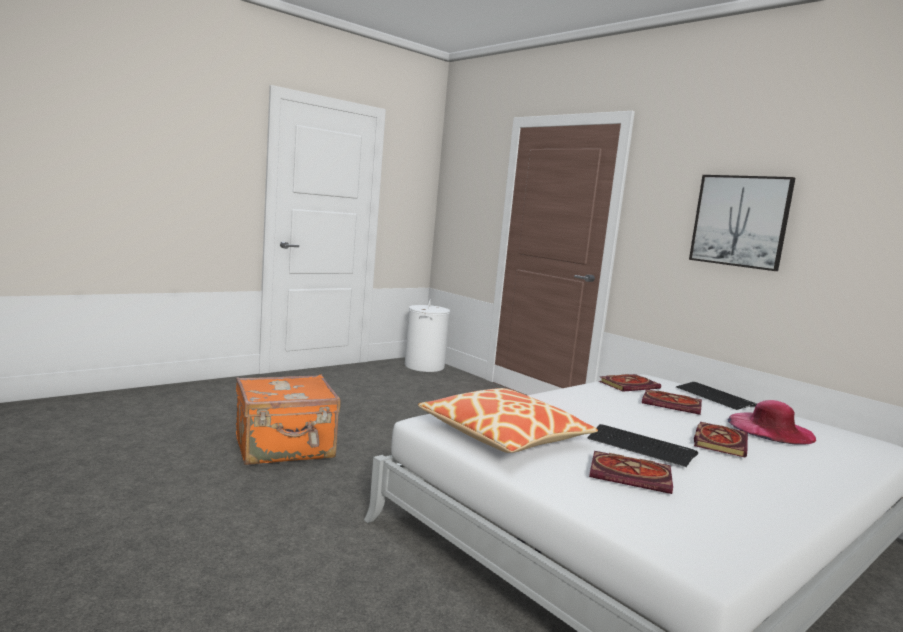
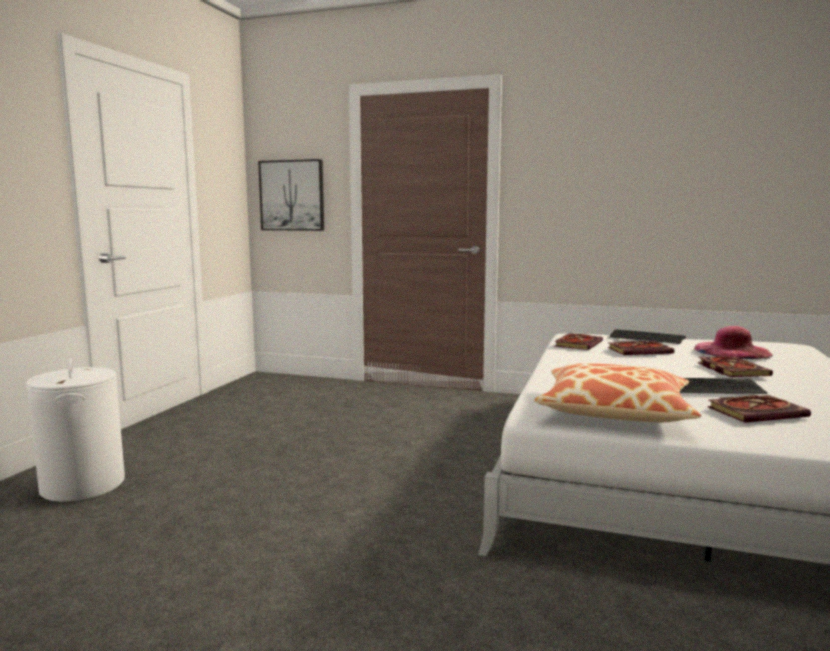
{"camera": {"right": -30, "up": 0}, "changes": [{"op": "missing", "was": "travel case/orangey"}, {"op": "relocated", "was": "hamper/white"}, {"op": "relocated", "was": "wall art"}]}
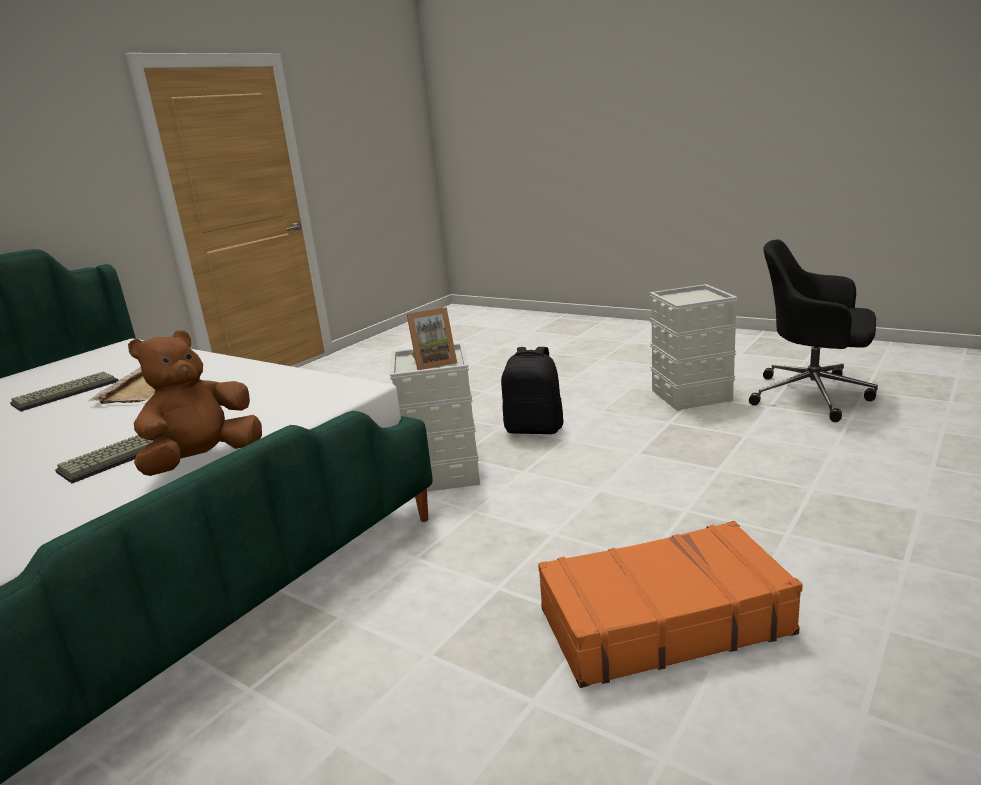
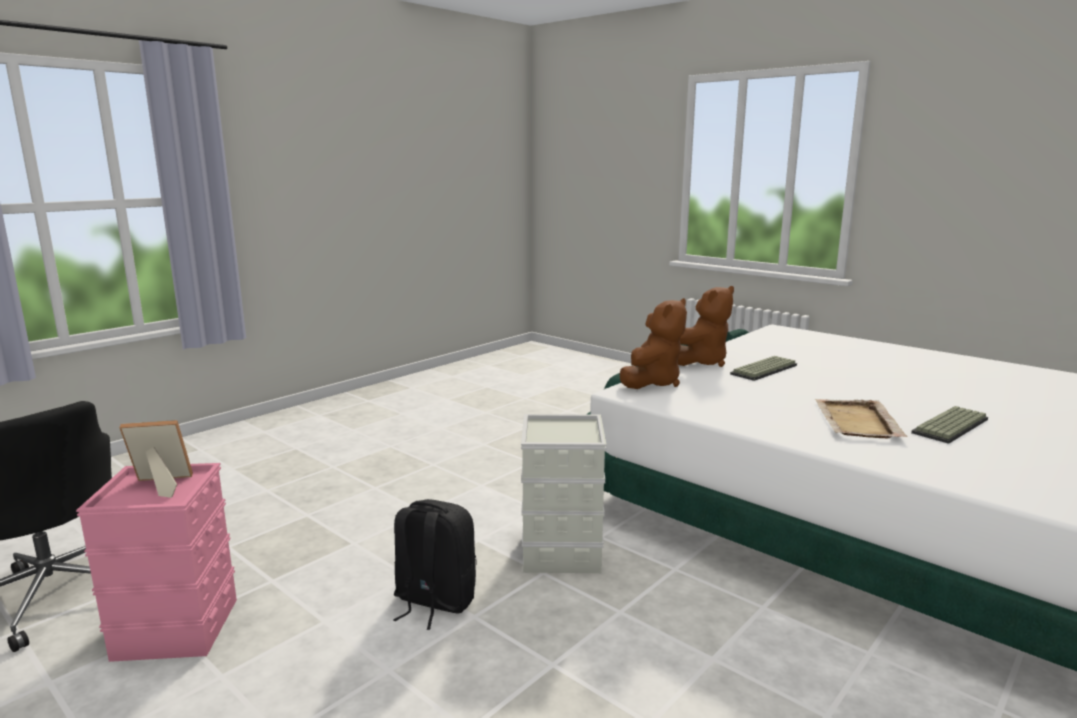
{"camera": {"right": -175, "up": -5}, "changes": [{"op": "relocated", "was": "picture frame"}, {"op": "missing", "was": "travel case/orangey"}, {"op": "colour", "was": "storage bin/gray (no. 2 from left)", "now": "storage bin/pink"}, {"op": "appeared", "now": "cuddly toy/brown-coloured (no. 1 from left)"}]}
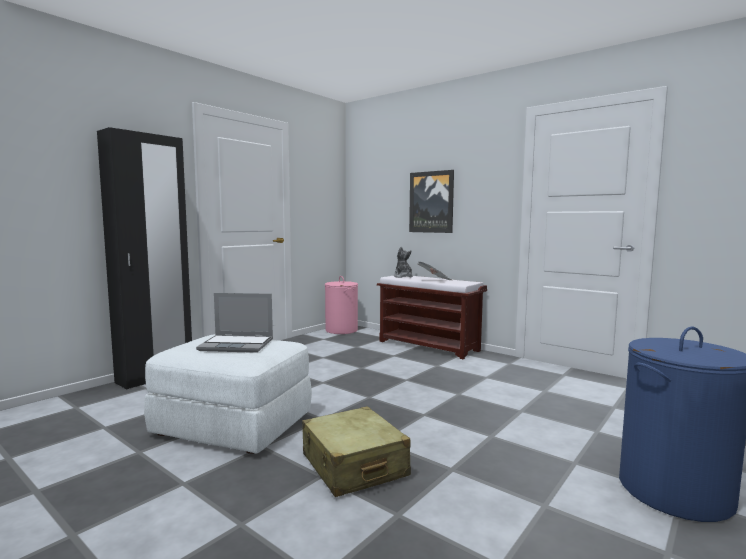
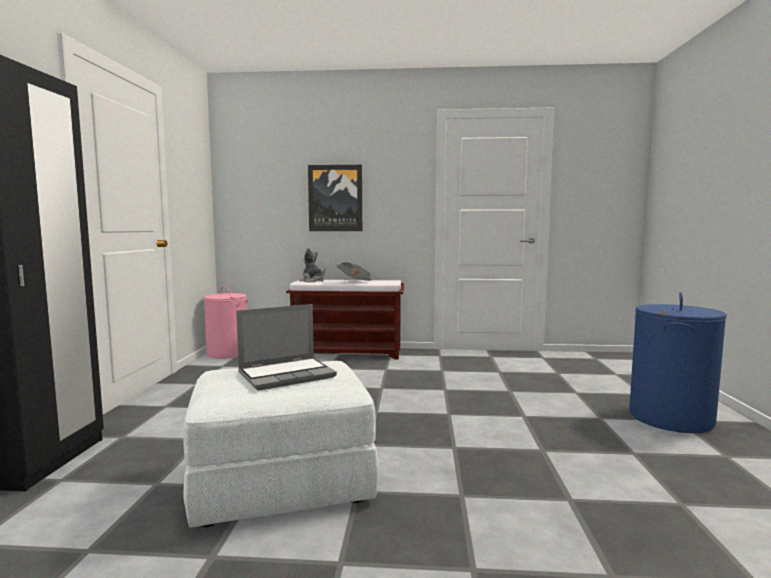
{"camera": {"right": -35, "up": 0}, "changes": [{"op": "missing", "was": "travel case/beige"}]}
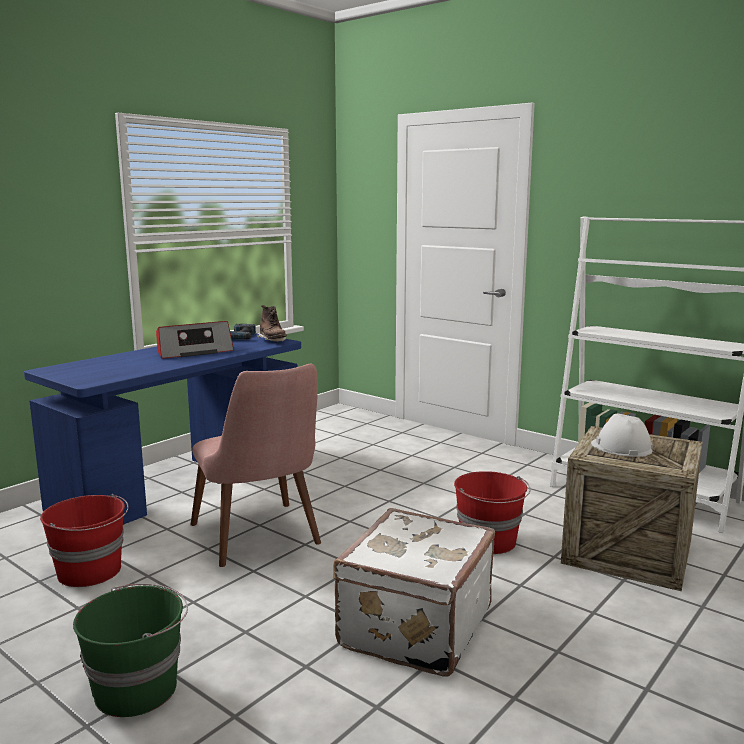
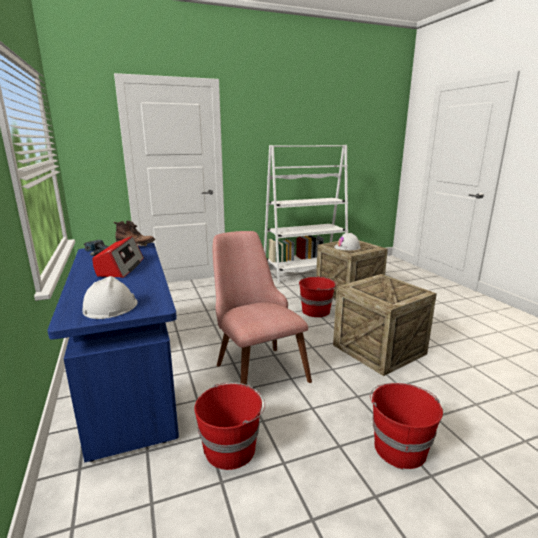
{"camera": {"right": -60, "up": 5}, "changes": [{"op": "colour", "was": "water bucket/greenish", "now": "water bucket/red (no. 3 from left)"}, {"op": "spun", "was": "plain chair/pink", "clockwise": -120}, {"op": "exchanged", "was": "travel case/white", "now": "packing crate (no. 2 from left)"}, {"op": "appeared", "now": "work helmet/white (no. 1 from left)"}]}
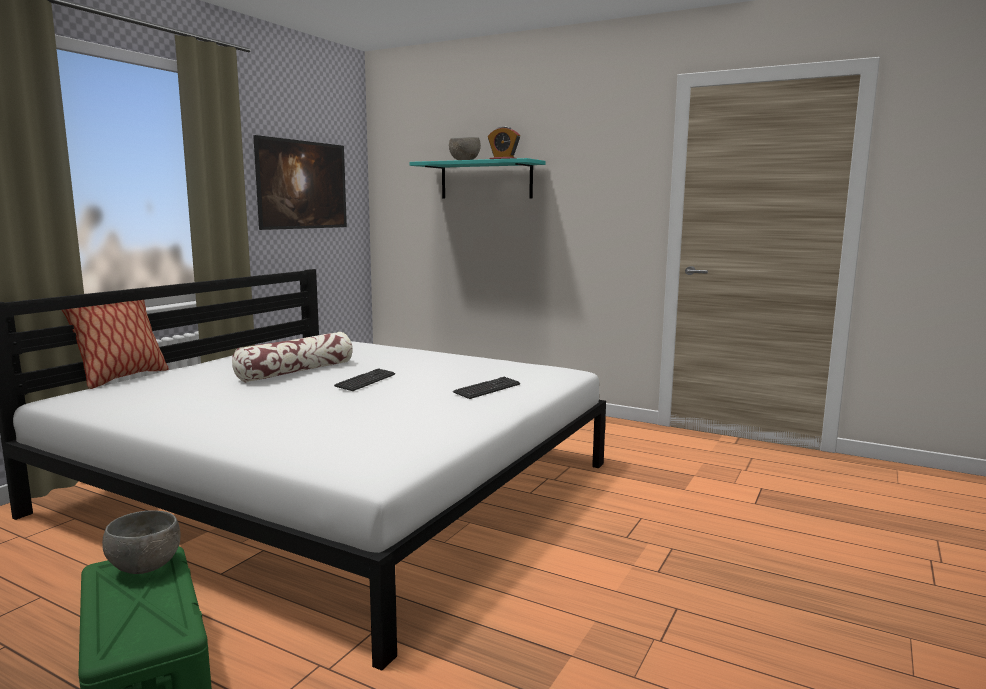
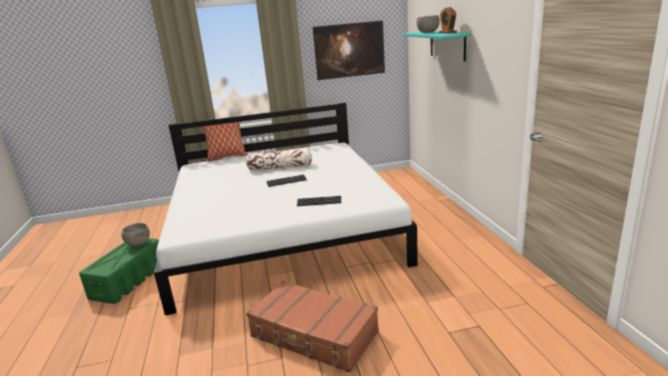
{"camera": {"right": 50, "up": 10}, "changes": [{"op": "appeared", "now": "travel case/brown-coloured"}]}
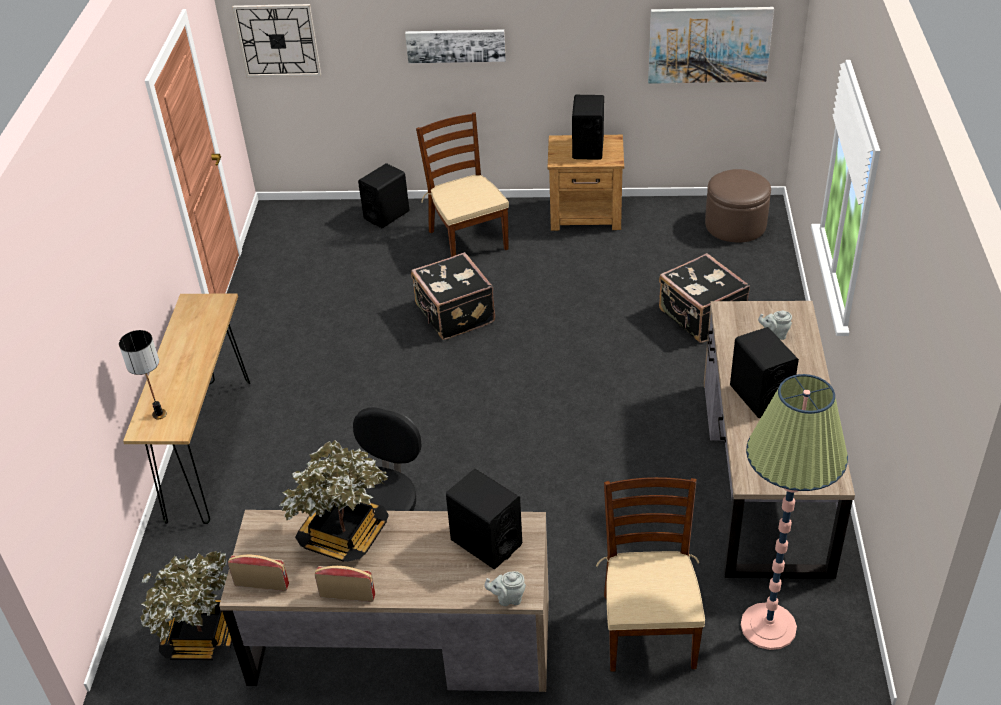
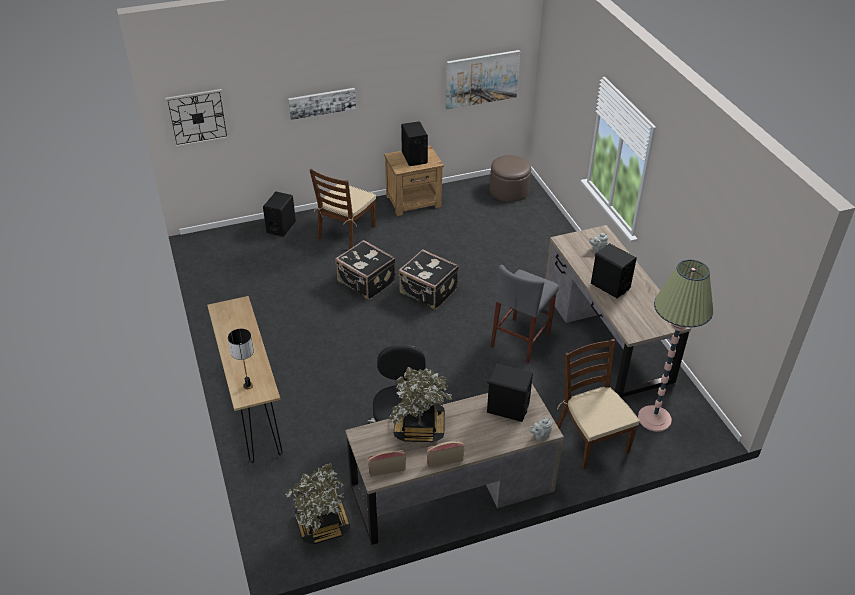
{"camera": {"right": -25, "up": 0}, "changes": [{"op": "spun", "was": "plain chair/brown-coloured (no. 1 from left)", "clockwise": -105}, {"op": "relocated", "was": "travel case/black-coloured (no. 2 from left)"}, {"op": "appeared", "now": "sitting stool/gray"}]}
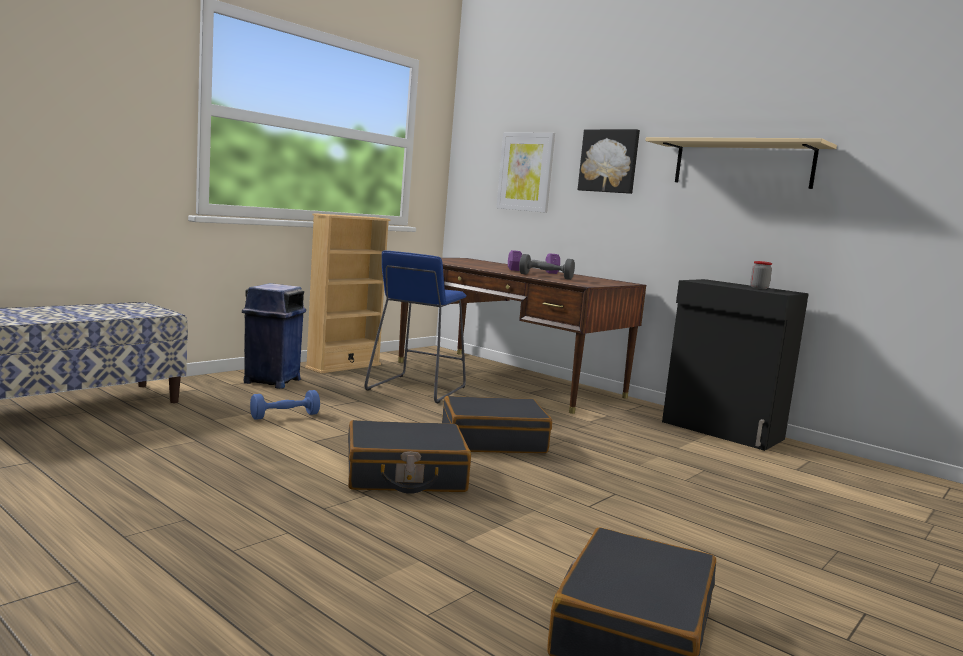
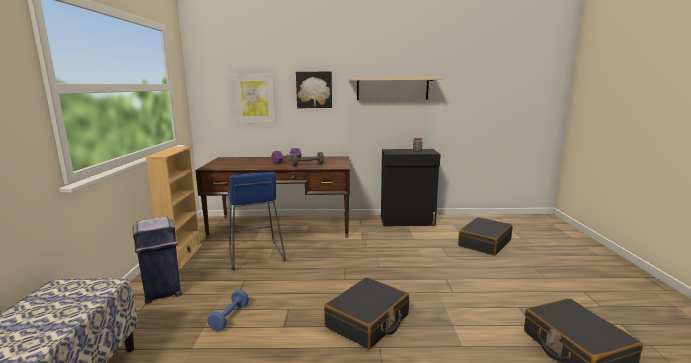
{"camera": {"right": -40, "up": 5}, "changes": [{"op": "relocated", "was": "travel case/black-coloured (no. 2 from left)"}]}
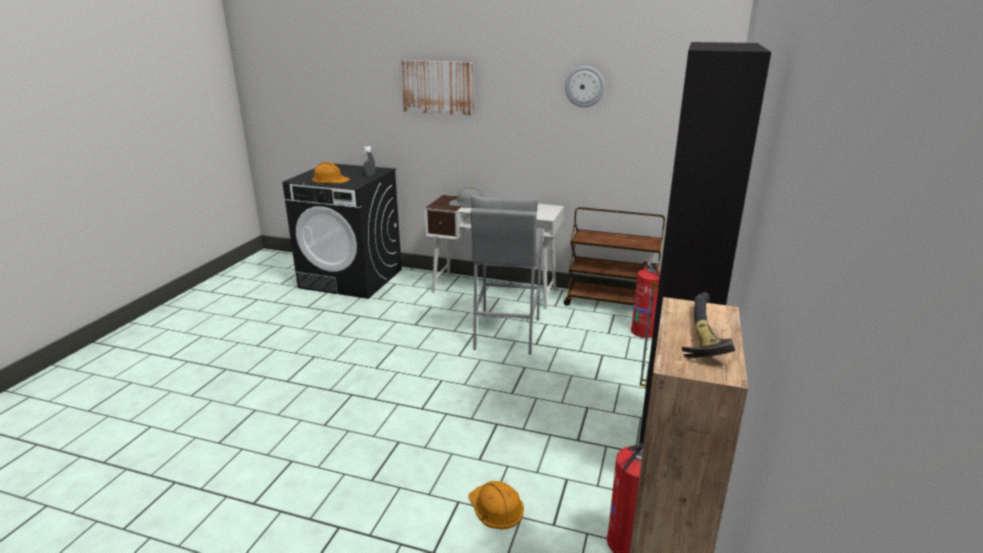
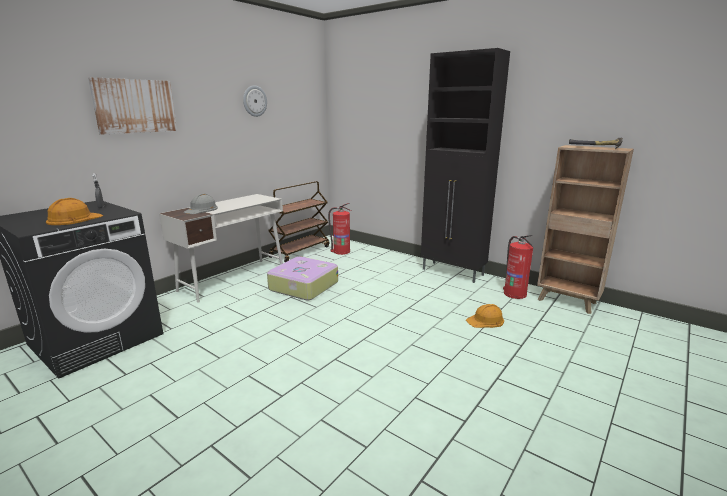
{"camera": {"right": -70, "up": -5}, "changes": [{"op": "exchanged", "was": "sitting stool/gray", "now": "travel case"}]}
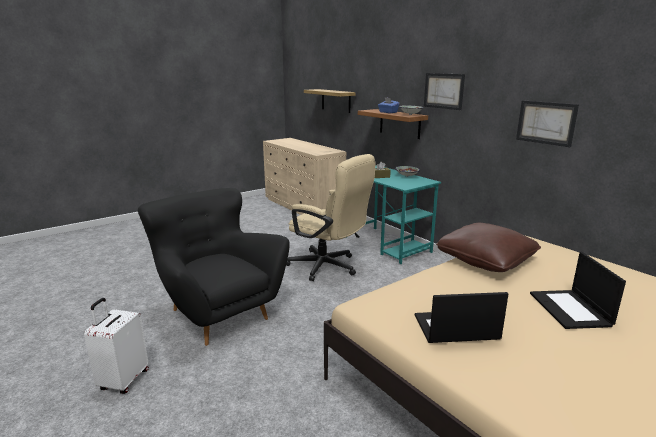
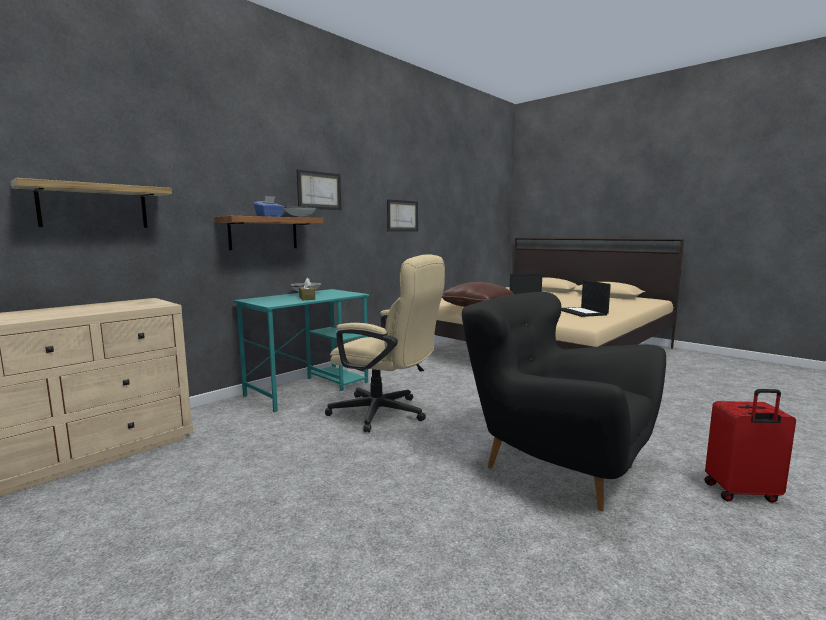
{"camera": {"right": -100, "up": -10}, "changes": [{"op": "colour", "was": "travel case/white", "now": "travel case/red"}, {"op": "spun", "was": "easy chair/black-coloured", "clockwise": 90}, {"op": "spun", "was": "desk chair/beige", "clockwise": 90}]}
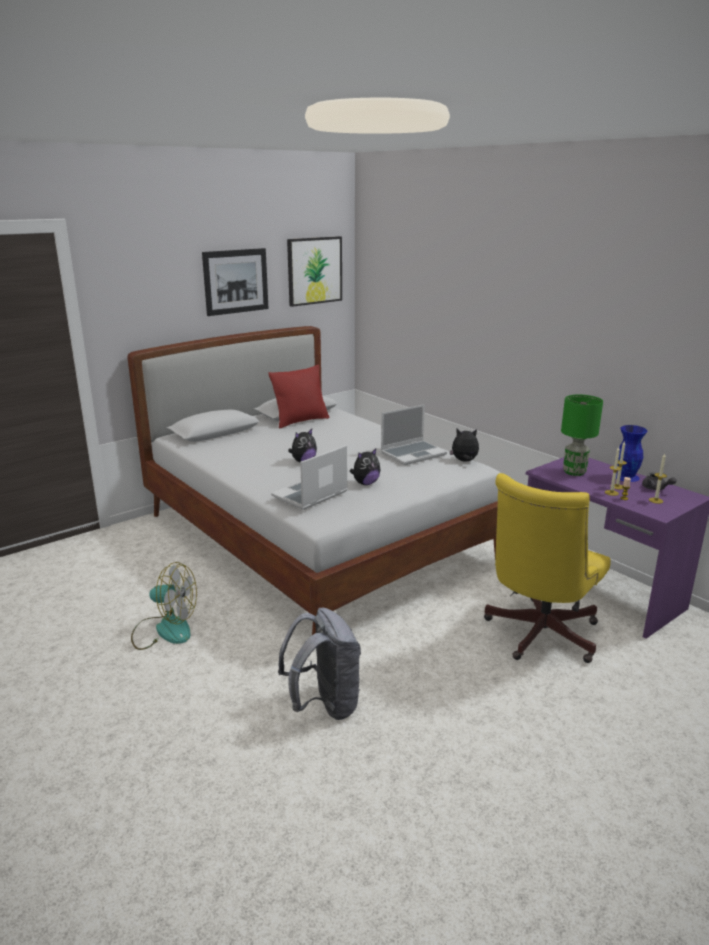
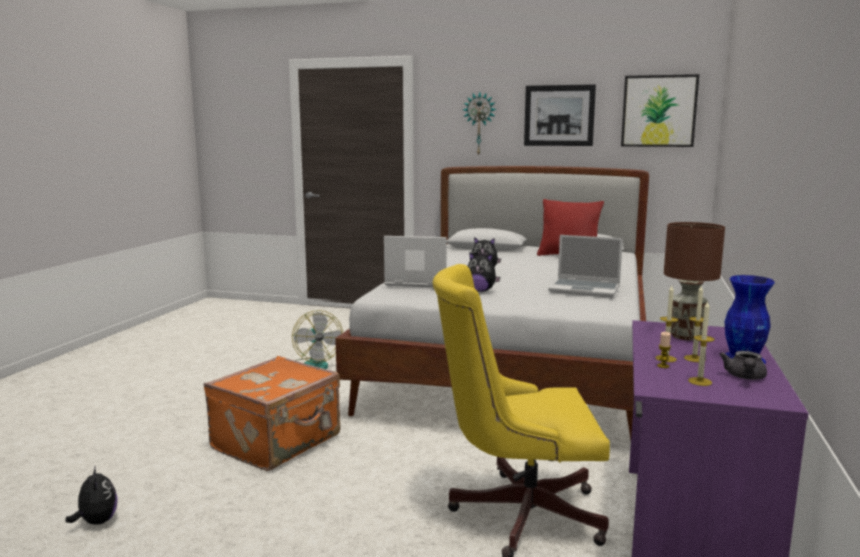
{"camera": {"right": 55, "up": -10}, "changes": [{"op": "exchanged", "was": "rucksack/gray", "now": "travel case/orangey"}, {"op": "relocated", "was": "cuddly toy (no. 3 from left in the first image)", "now": "cuddly toy (no. 1 from left)"}, {"op": "colour", "was": "table lamp/greenish", "now": "table lamp/brown-coloured"}, {"op": "appeared", "now": "clock on the wall"}]}
